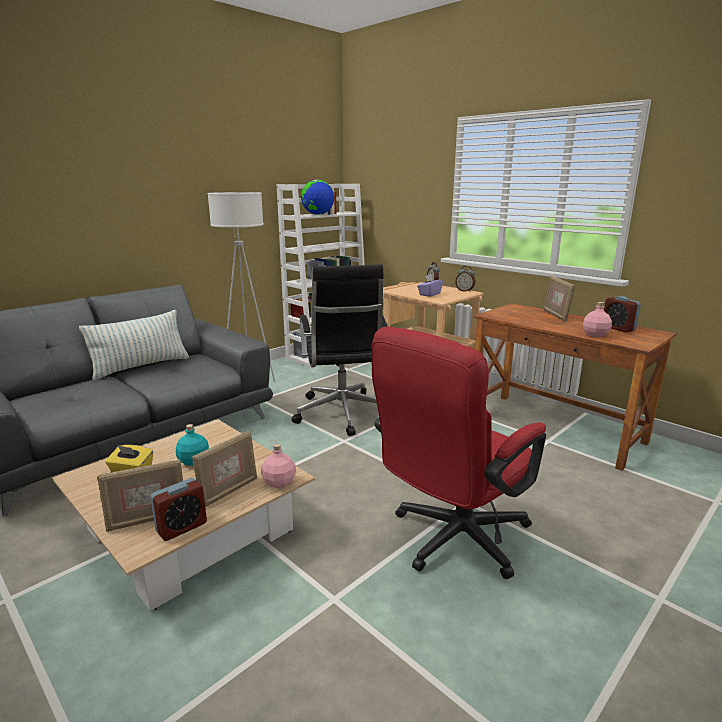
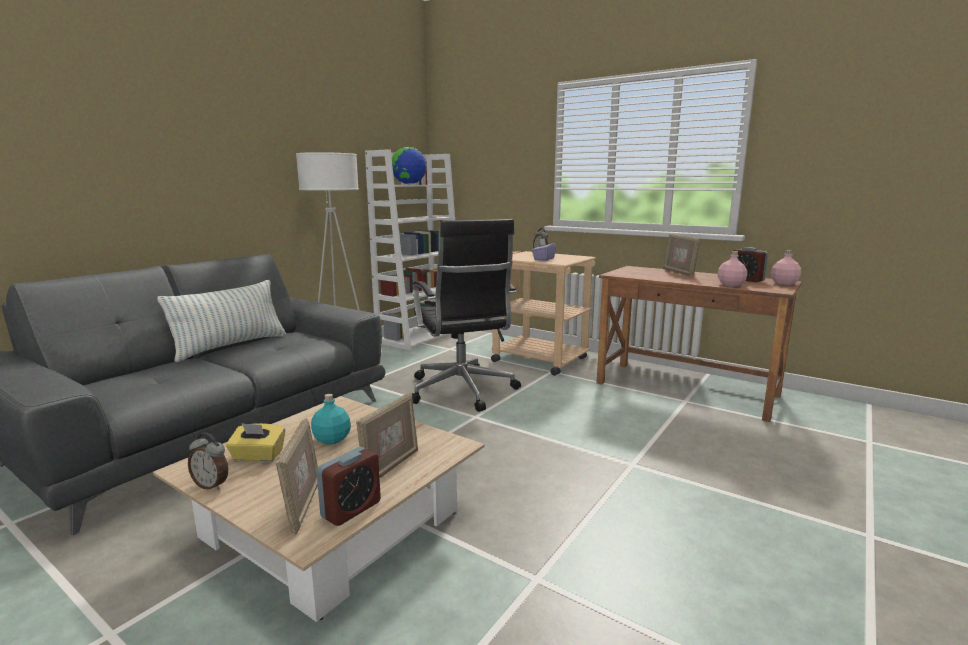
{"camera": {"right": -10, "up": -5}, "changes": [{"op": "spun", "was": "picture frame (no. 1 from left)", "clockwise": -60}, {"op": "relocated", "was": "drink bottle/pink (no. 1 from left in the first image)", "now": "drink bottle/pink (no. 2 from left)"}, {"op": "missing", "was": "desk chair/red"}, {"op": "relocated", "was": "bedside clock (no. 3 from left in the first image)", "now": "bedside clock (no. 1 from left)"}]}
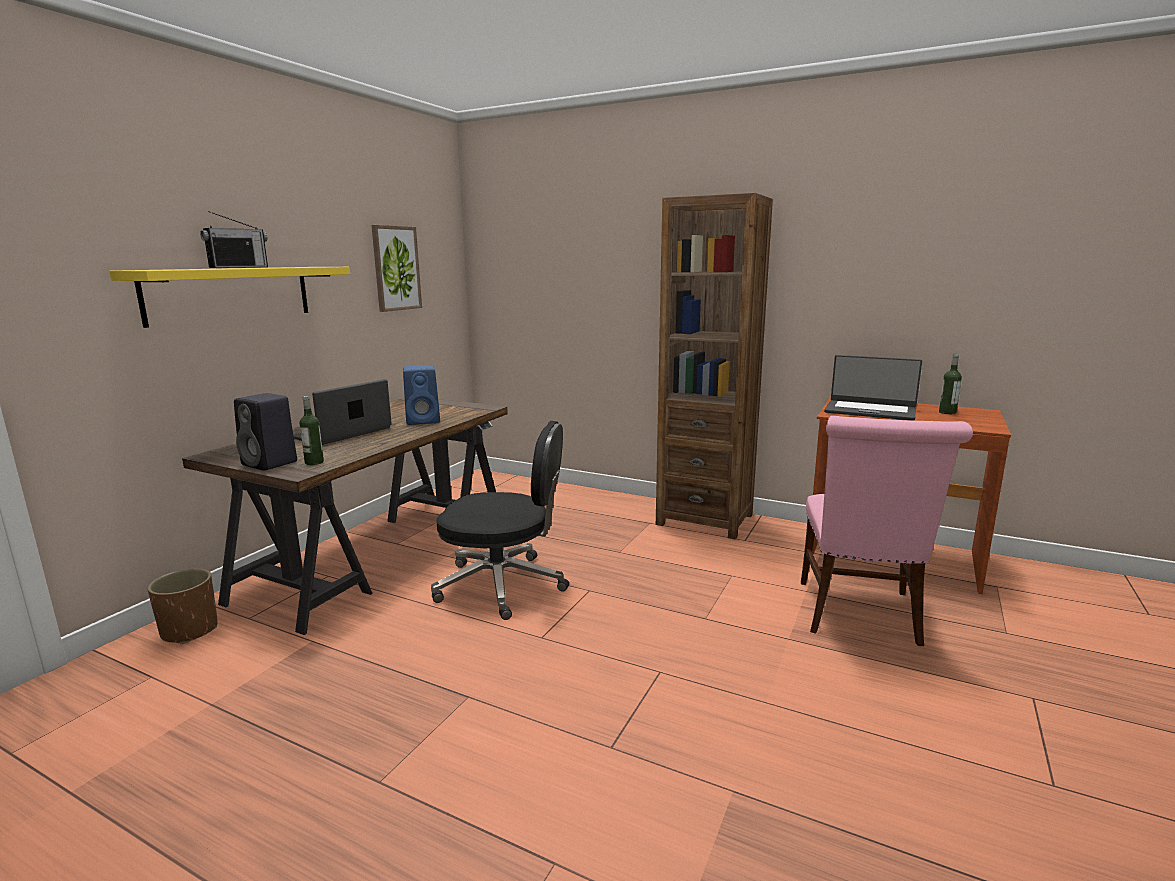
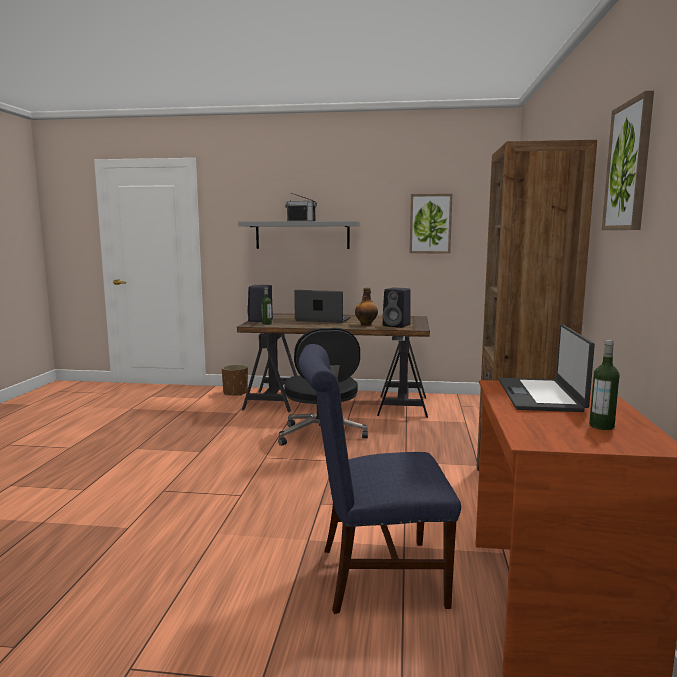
{"camera": {"right": 70, "up": -5}, "changes": [{"op": "colour", "was": "shelf/yellow", "now": "shelf/gray"}, {"op": "exchanged", "was": "audio speaker/blue", "now": "drink bottle (no. 2 from left)"}, {"op": "colour", "was": "plain chair/pink", "now": "plain chair/blue"}, {"op": "appeared", "now": "audio speaker/black-coloured (no. 2 from left)"}, {"op": "appeared", "now": "wall art (no. 2 from left)"}]}
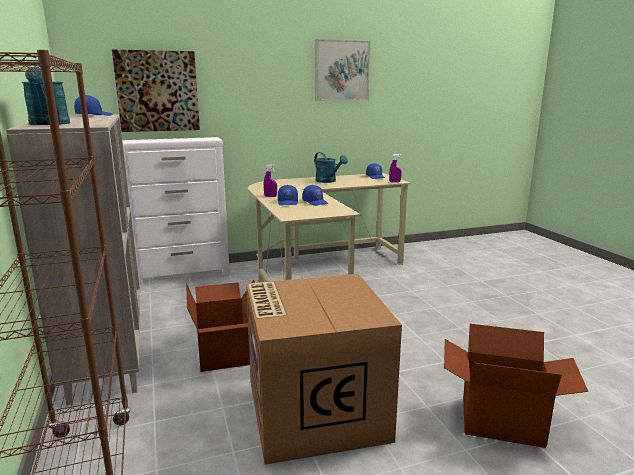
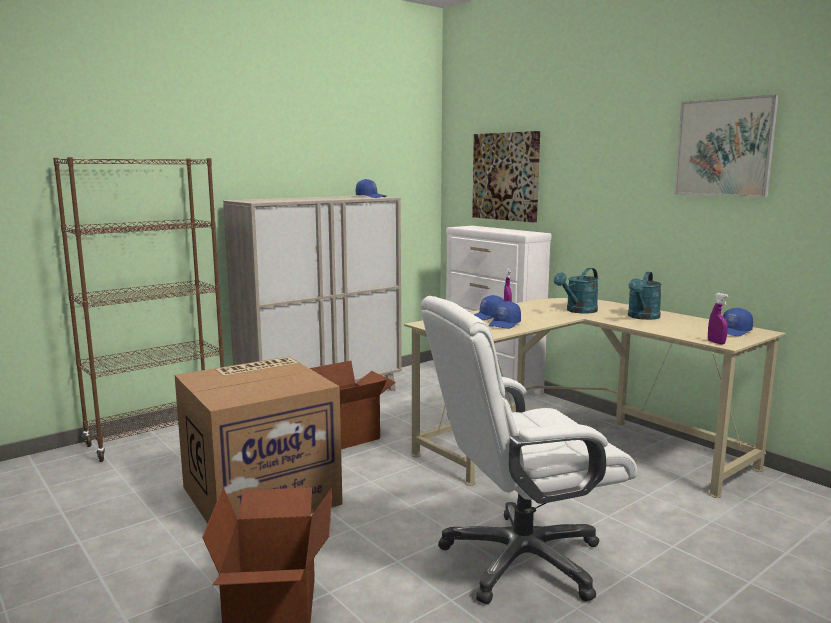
{"camera": {"right": 70, "up": -5}, "changes": [{"op": "relocated", "was": "watering can/turquoise-coloured (no. 1 from left)"}, {"op": "appeared", "now": "desk chair/white"}]}
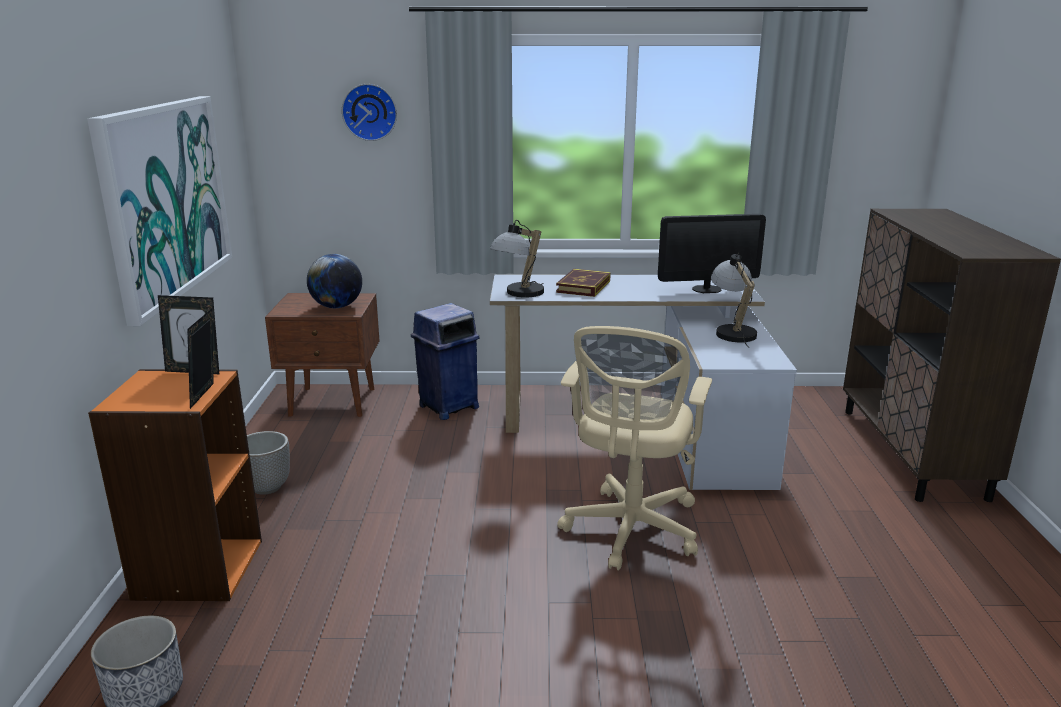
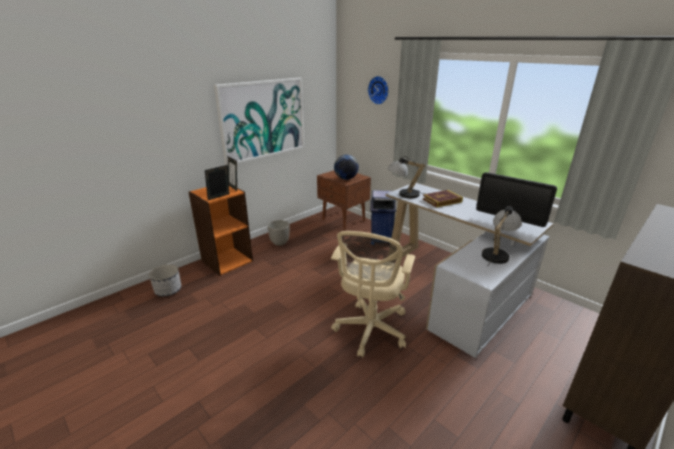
{"camera": {"right": 45, "up": 5}, "changes": [{"op": "spun", "was": "desk chair/beige", "clockwise": -45}]}
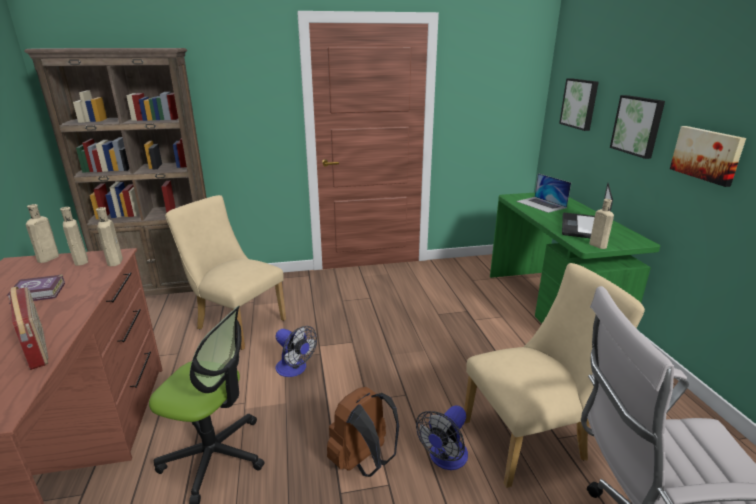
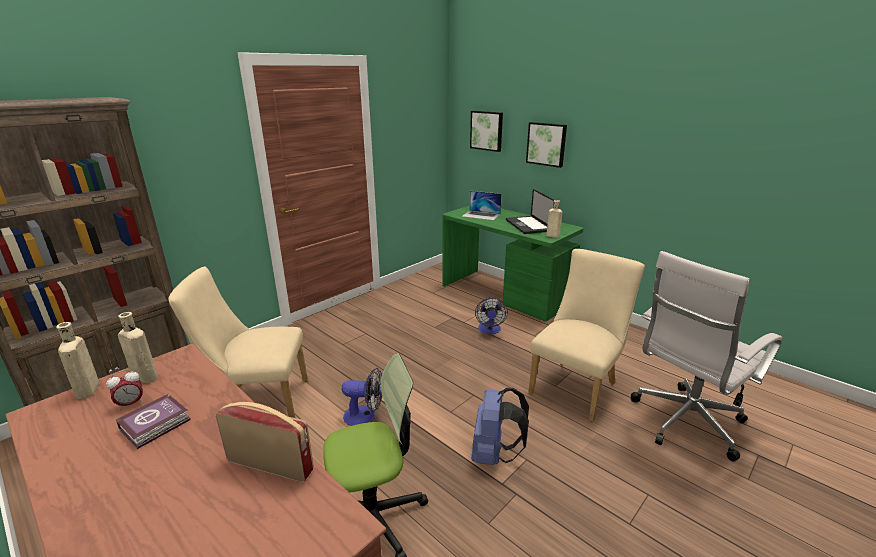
{"camera": {"right": -35, "up": 0}, "changes": [{"op": "missing", "was": "drink bottle/beige (no. 3 from left)"}, {"op": "colour", "was": "rucksack/brown-coloured", "now": "rucksack/blue"}, {"op": "relocated", "was": "fan (no. 2 from left)"}, {"op": "missing", "was": "wall art (no. 3 from left)"}, {"op": "appeared", "now": "bedside clock"}]}
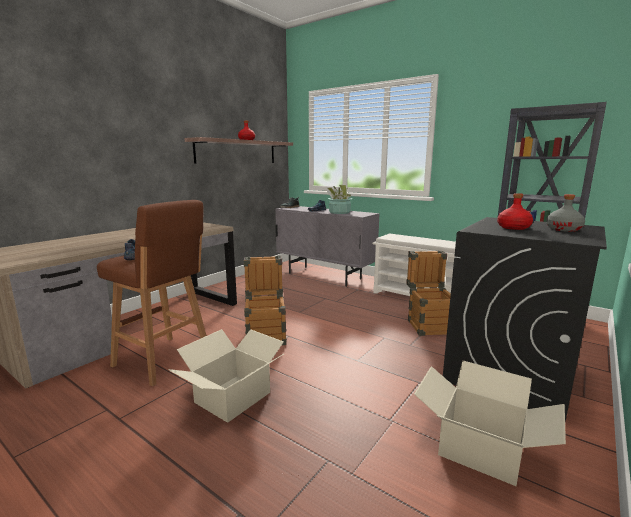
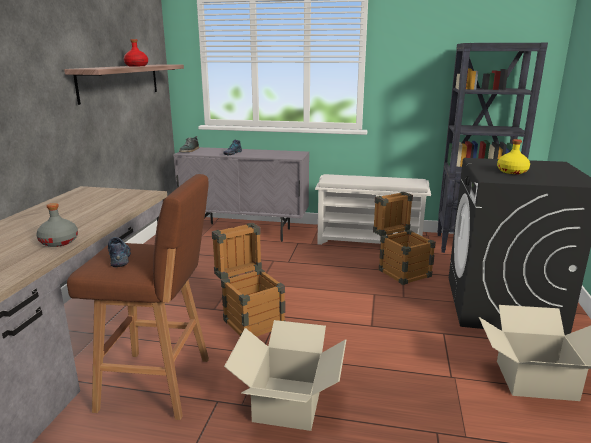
{"camera": {"right": -25, "up": 5}, "changes": [{"op": "missing", "was": "plant in a pot"}, {"op": "colour", "was": "drink bottle/red (no. 2 from left)", "now": "drink bottle/yellow"}, {"op": "relocated", "was": "drink bottle/gray"}]}
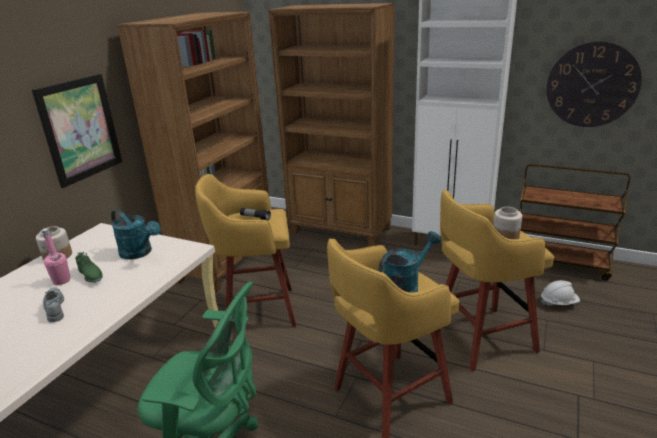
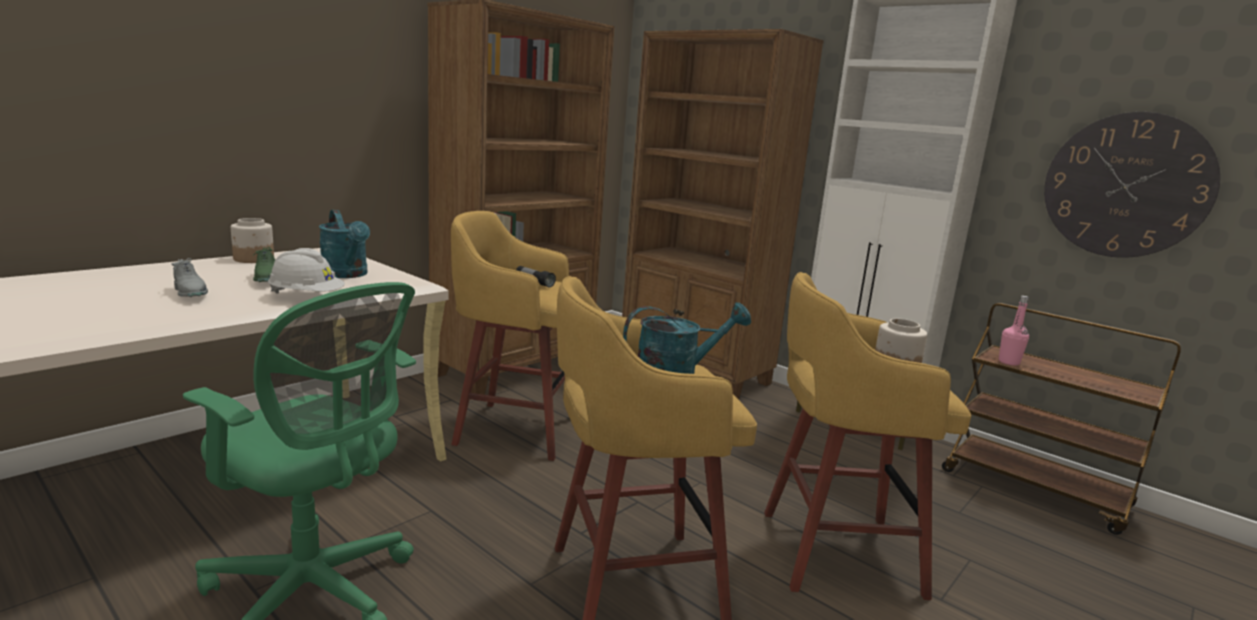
{"camera": {"right": 15, "up": -10}, "changes": [{"op": "missing", "was": "wall art"}, {"op": "relocated", "was": "drink bottle/pink"}, {"op": "spun", "was": "low shoe/gray", "clockwise": 150}, {"op": "relocated", "was": "work helmet/white"}]}
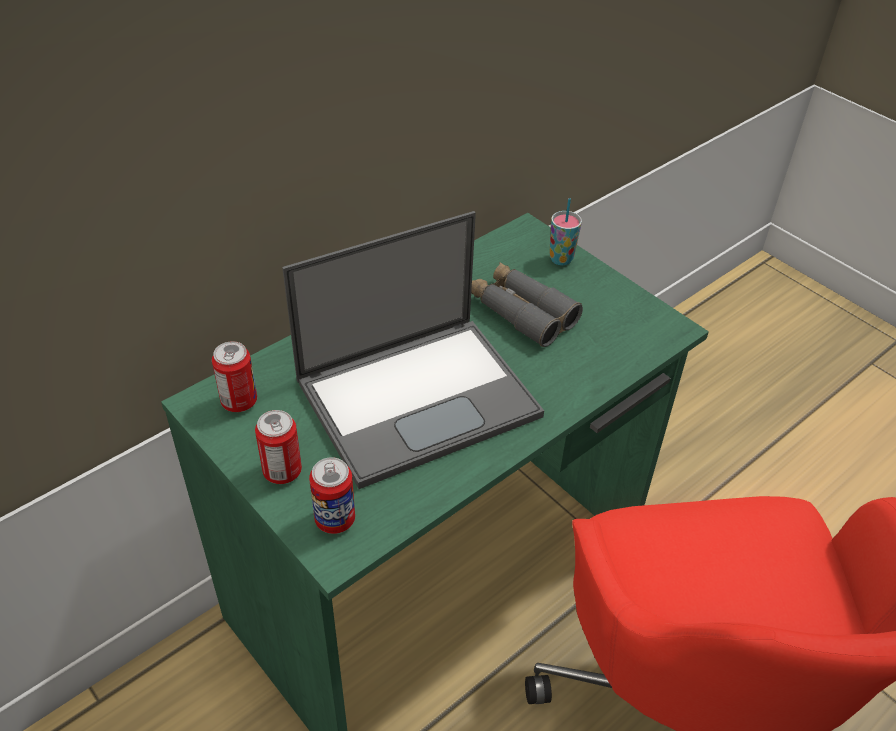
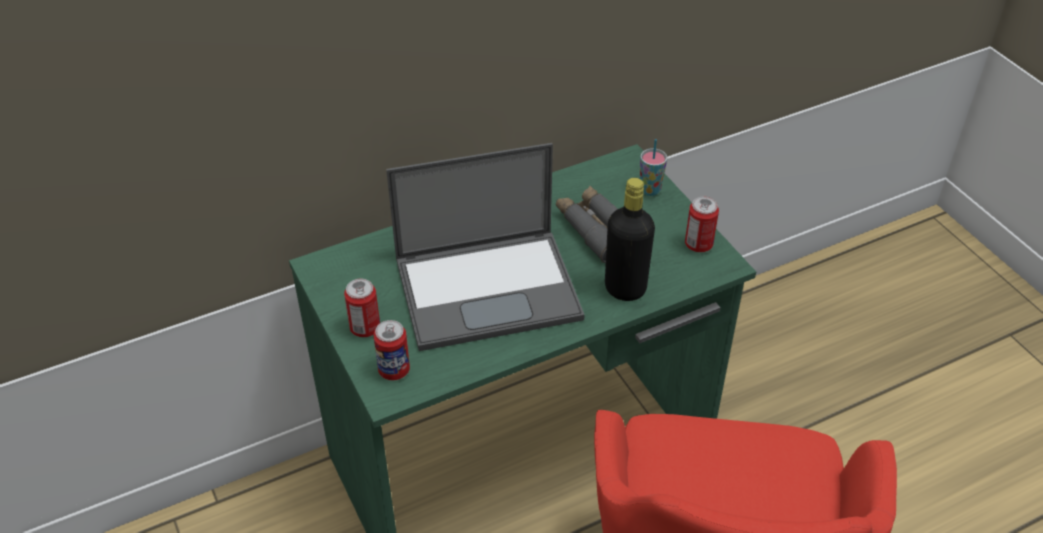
{"camera": {"right": 15, "up": 0}, "changes": [{"op": "relocated", "was": "can (no. 1 from left in the first image)", "now": "can (no. 3 from left)"}, {"op": "appeared", "now": "drink bottle/black-coloured"}]}
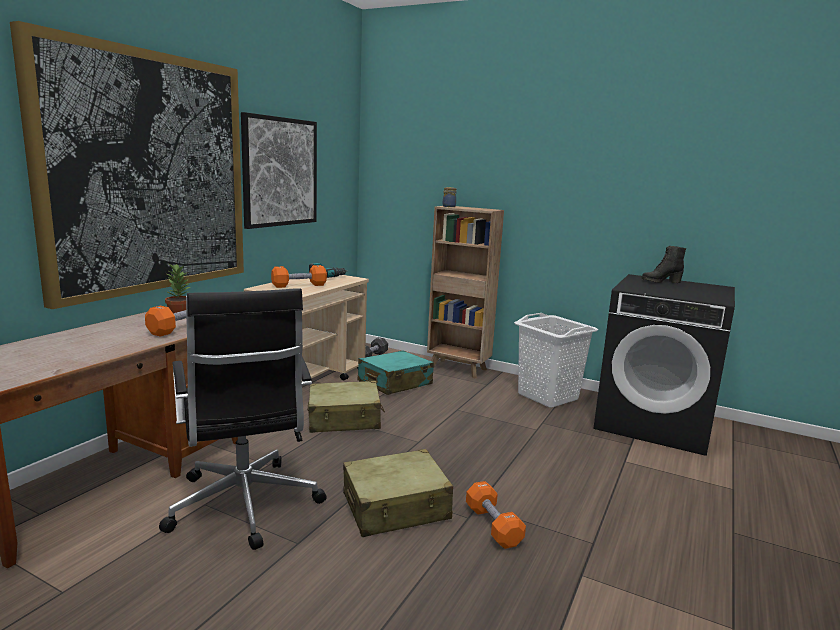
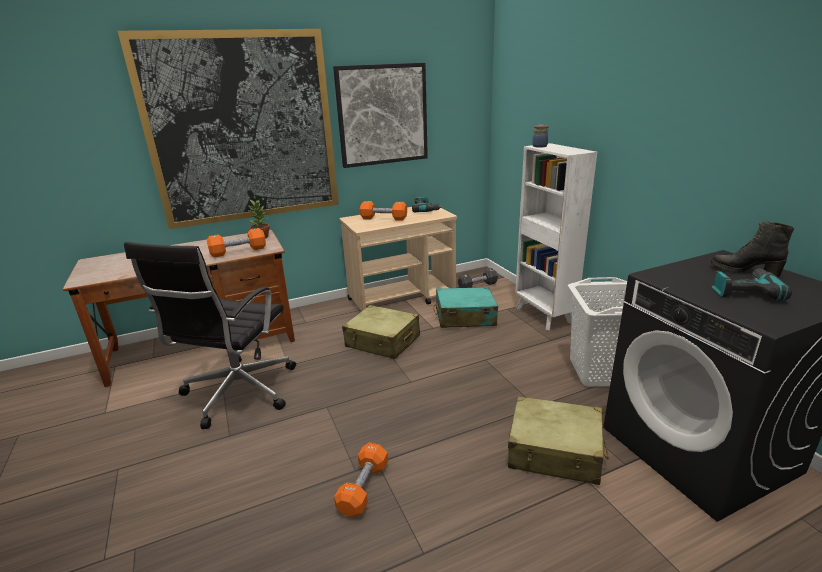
{"camera": {"right": 40, "up": 10}, "changes": [{"op": "relocated", "was": "travel case/beige (no. 2 from left)"}, {"op": "colour", "was": "bookcase/brown-coloured", "now": "bookcase/white"}, {"op": "appeared", "now": "power drill (no. 2 from left)"}]}
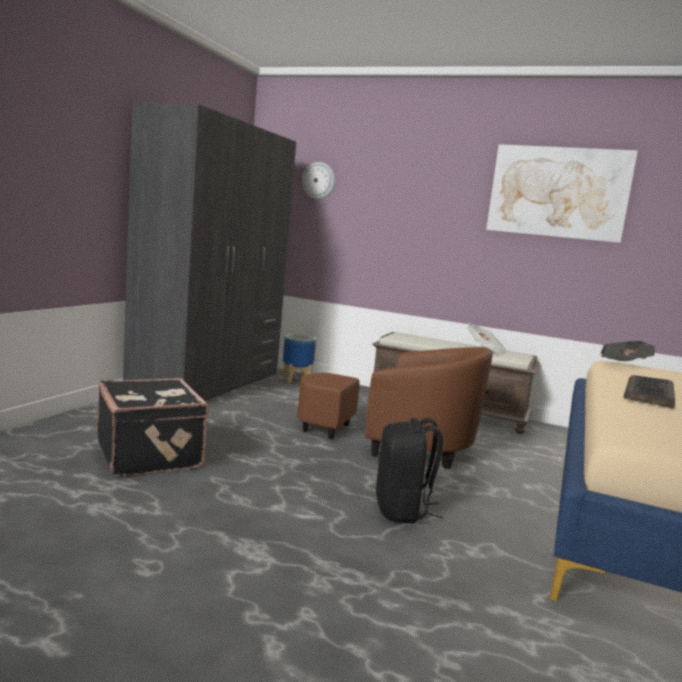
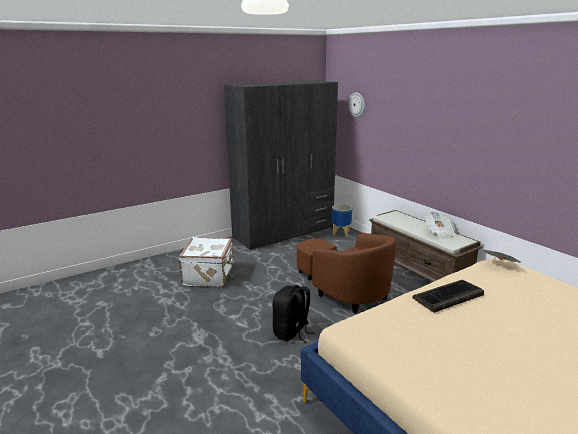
{"camera": {"right": 35, "up": 10}, "changes": [{"op": "colour", "was": "travel case/black-coloured", "now": "travel case/white"}, {"op": "missing", "was": "wall art"}]}
